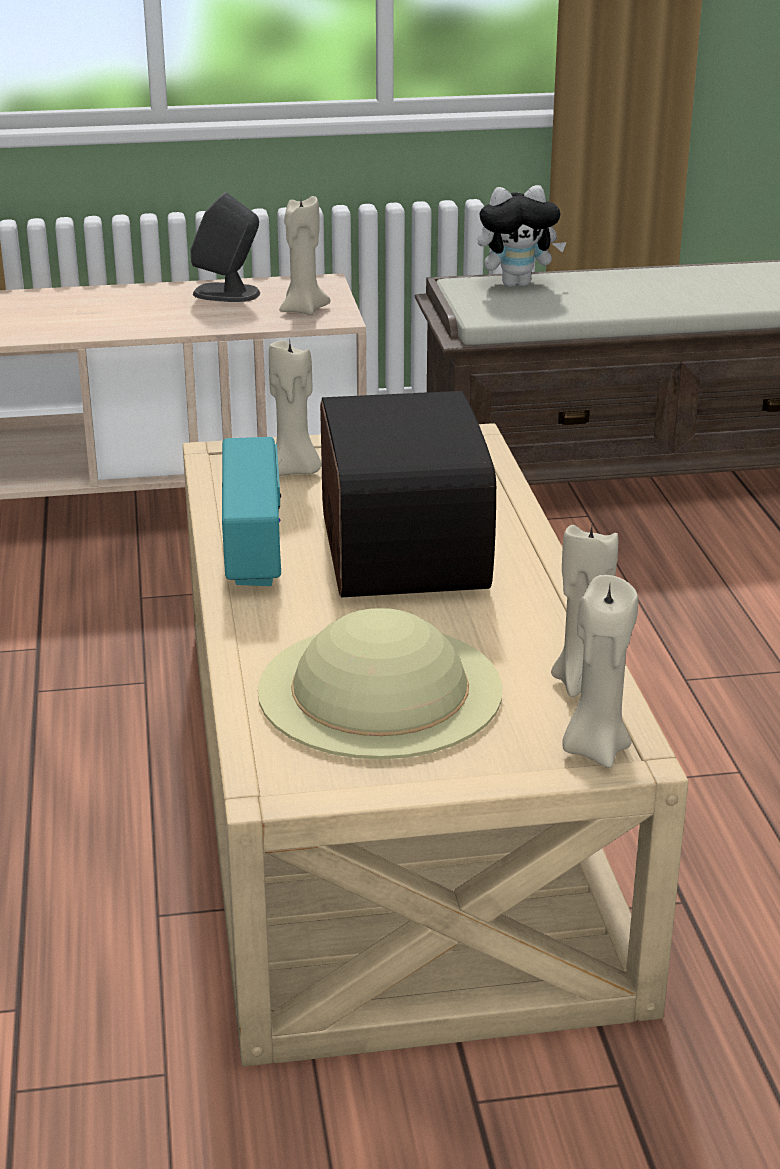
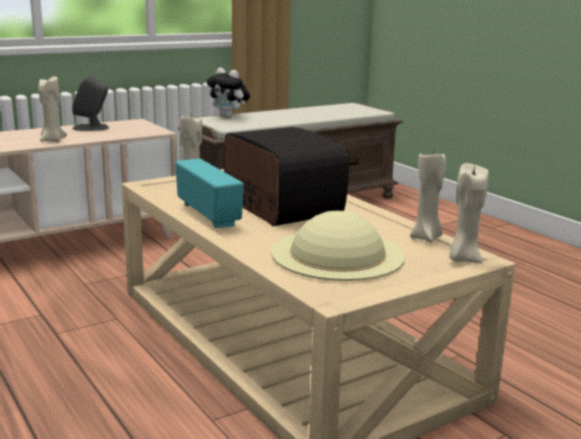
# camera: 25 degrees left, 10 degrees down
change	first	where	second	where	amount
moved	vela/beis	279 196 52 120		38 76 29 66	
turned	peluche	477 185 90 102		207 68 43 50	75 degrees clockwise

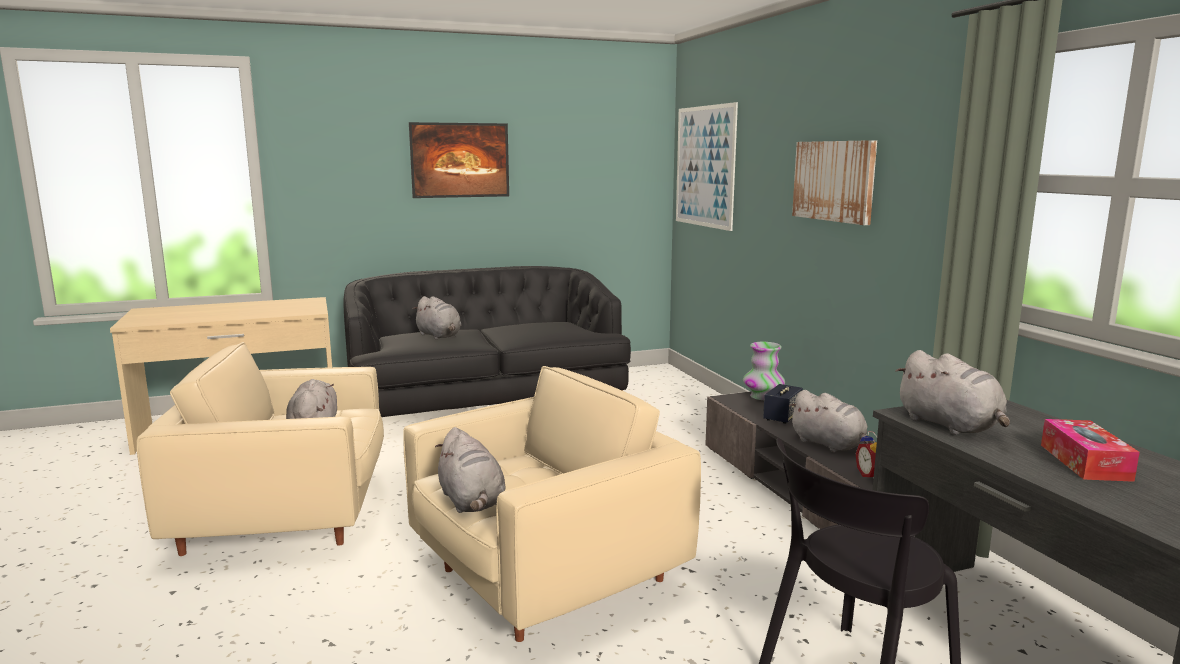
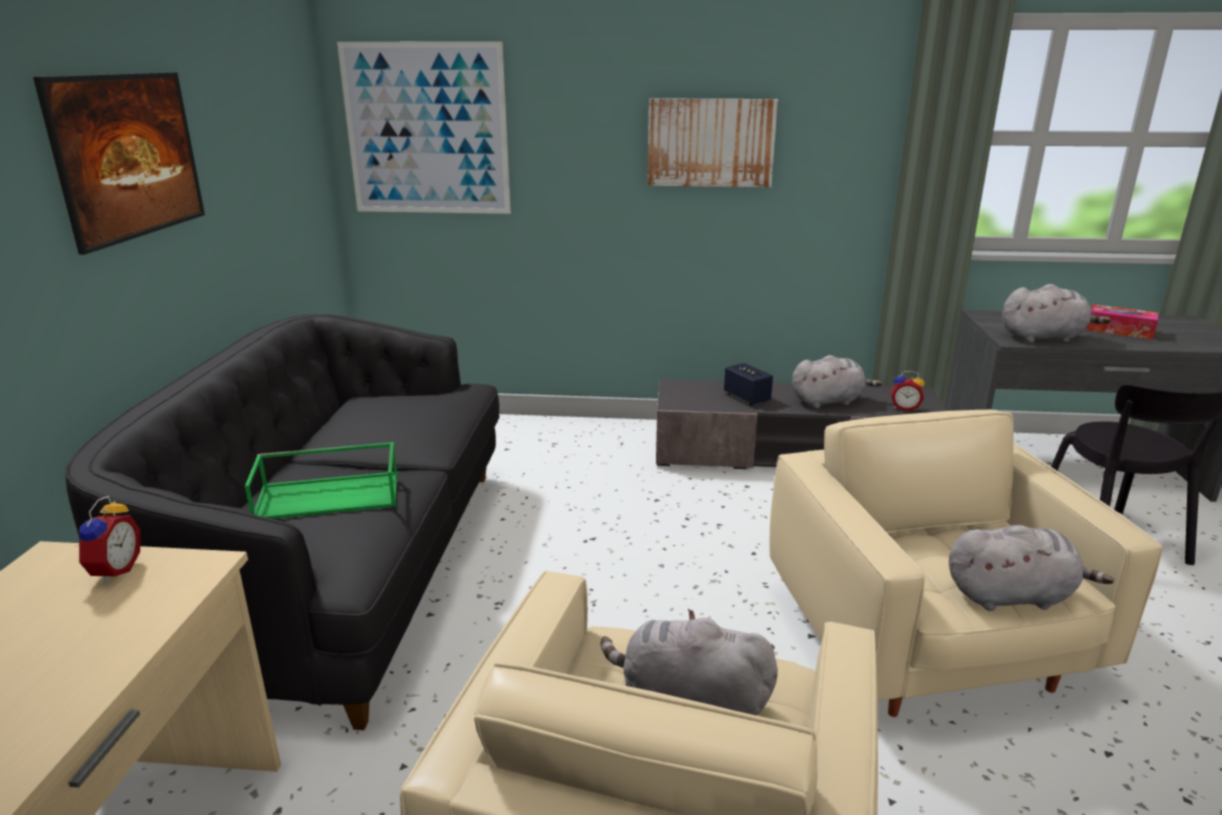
# camera: 65 degrees left, 10 degrees up
change	first	where	second	where	amount
removed	florero	743 342 42 58			
added			despertador	79 496 61 87	
replaced	peluche/gris	413 296 48 43	bandeja/verde	245 442 153 77	

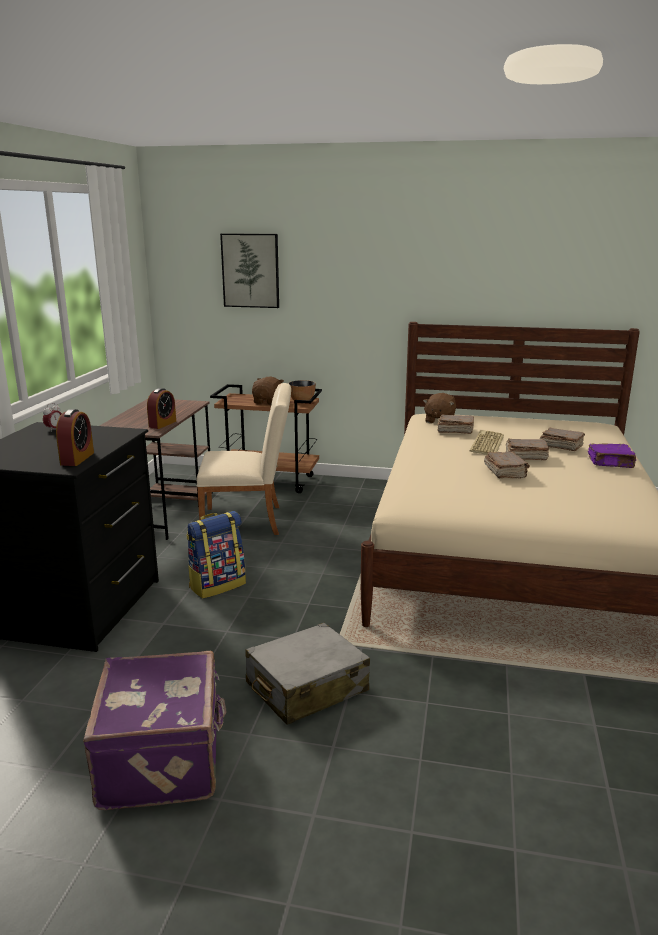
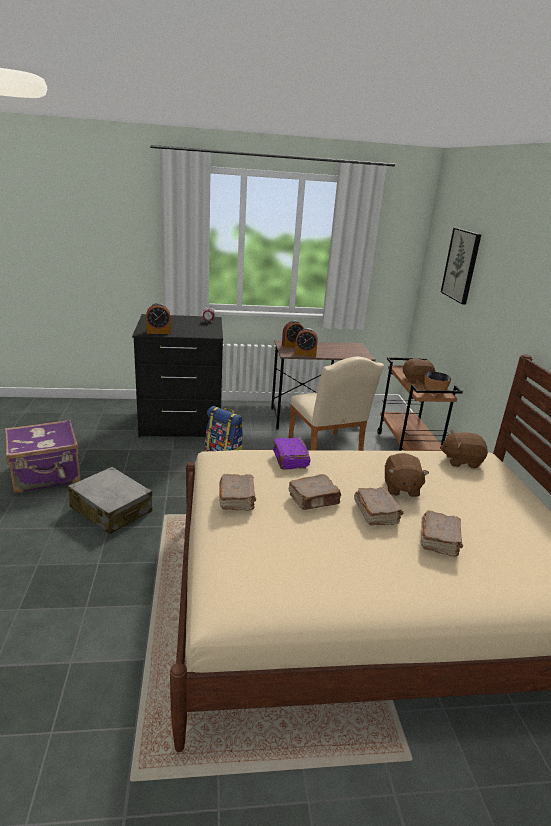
# camera: 70 degrees right, 5 degrees up
change	first	where	second	where	amount
added			despertador	282 320 22 28	
moved	libro/marrón	438 414 36 20		219 474 37 37	
moved	libro/morado	588 443 48 25		272 438 39 32	
replaced	teclado	470 430 34 25	peluche/marrón	385 453 44 44	

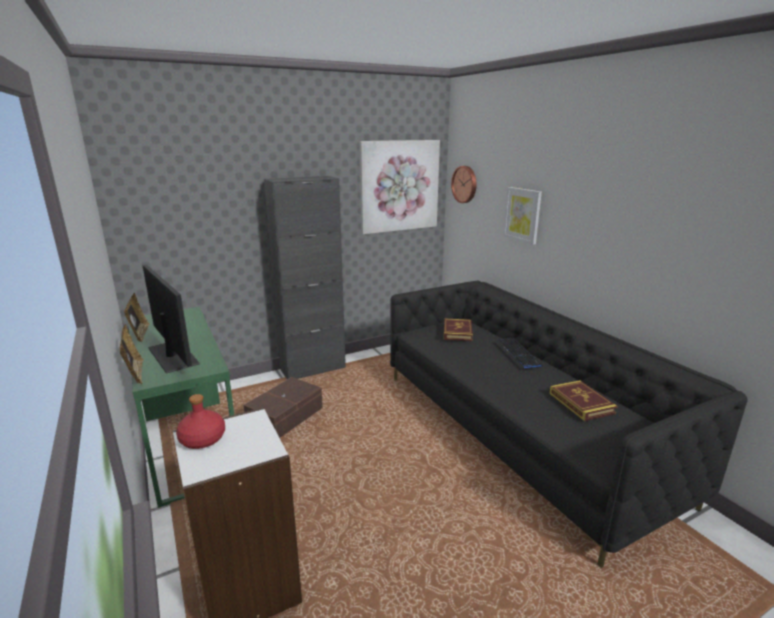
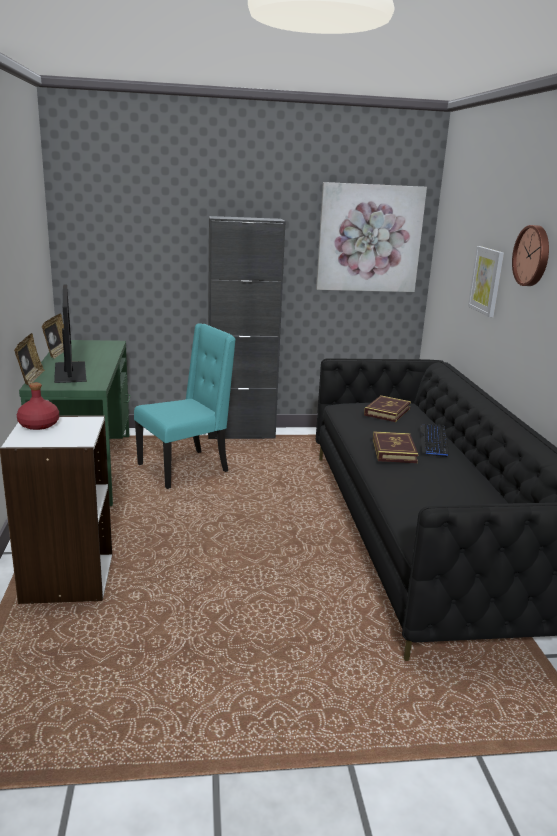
# camera: 20 degrees right, 0 degrees up
change	first	where	second	where	amount
moved	reloj de pared	451 166 26 37		512 225 37 61	
moved	libro	549 380 68 41		373 431 46 32	
replaced	caja de almacenaje/marrón	243 377 80 61	silla/turquesa	134 323 102 166	

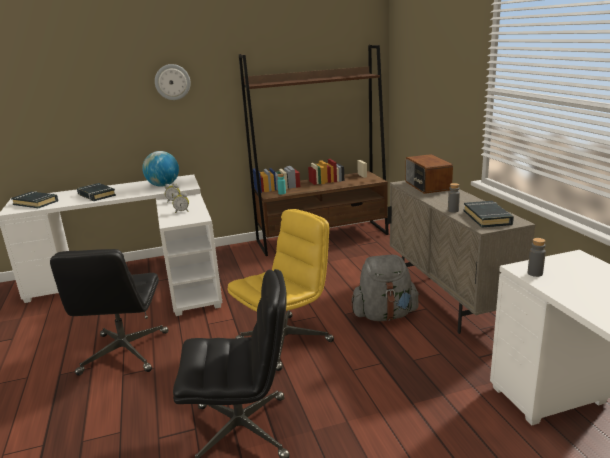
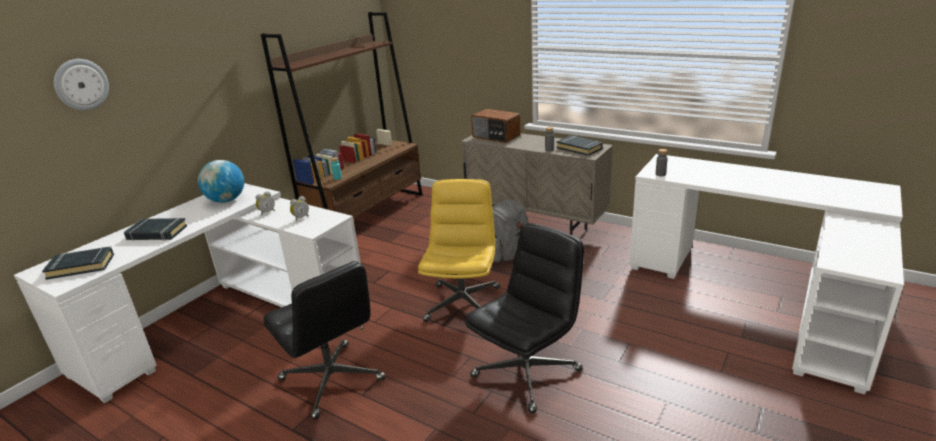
# camera: 40 degrees left, 5 degrees up
change	first	where	second	where	amount
moved	reloj de pared	155 64 36 36		54 59 55 51	

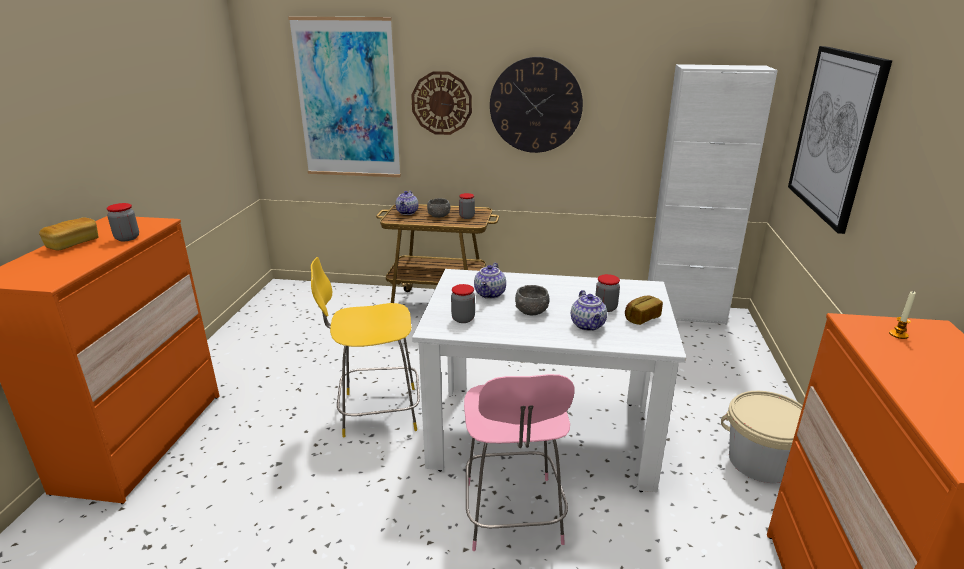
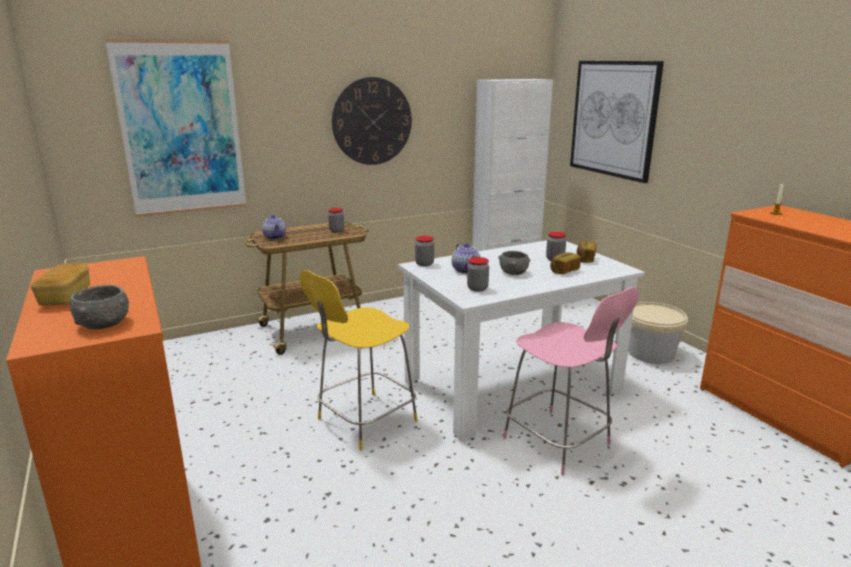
# camera: 35 degrees left, 5 degrees down
change	first	where	second	where	amount
removed	reloj de pared	411 71 61 64			
moved	tarro	106 203 33 38		415 236 19 30	
moved	cuenco/gris	427 198 23 20		70 285 59 44	
replaced	tetera	571 290 36 41	pan	550 252 31 22	

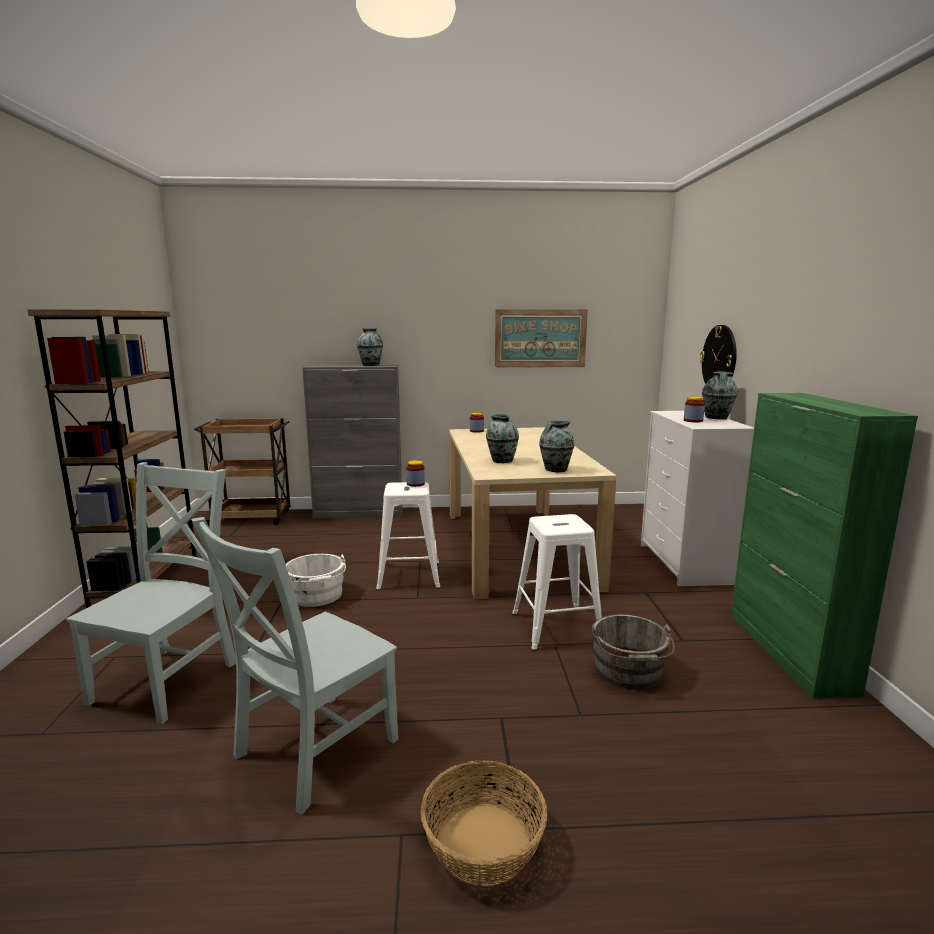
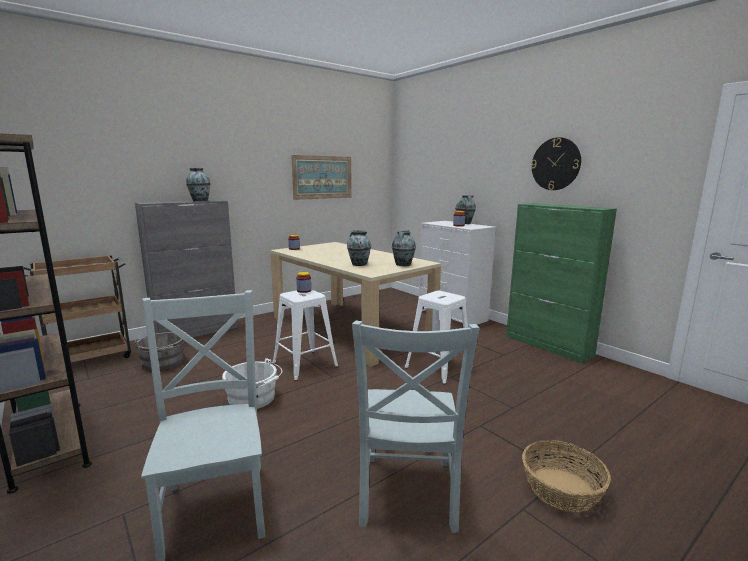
# camera: 35 degrees left, 0 degrees up
change	first	where	second	where	amount
moved	cubo/gris	592 614 83 75		134 332 51 38	
moved	reloj de pared	700 325 37 59		531 137 50 53	

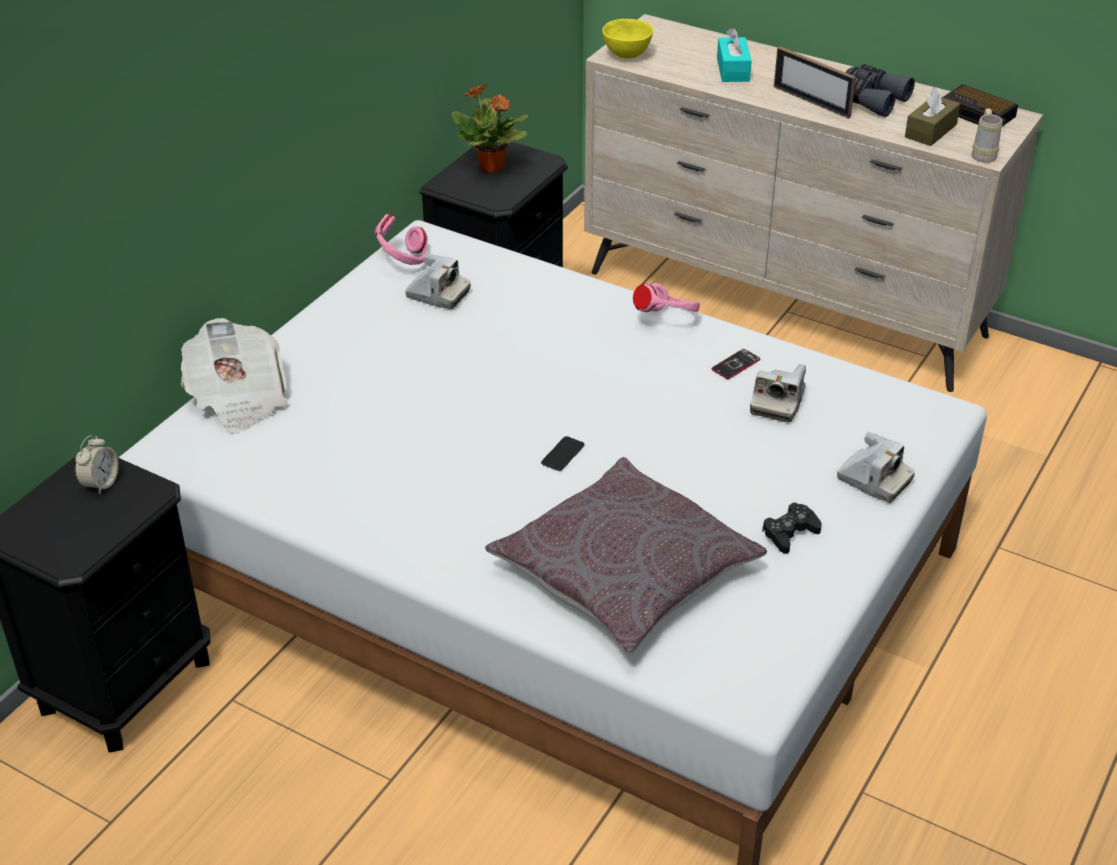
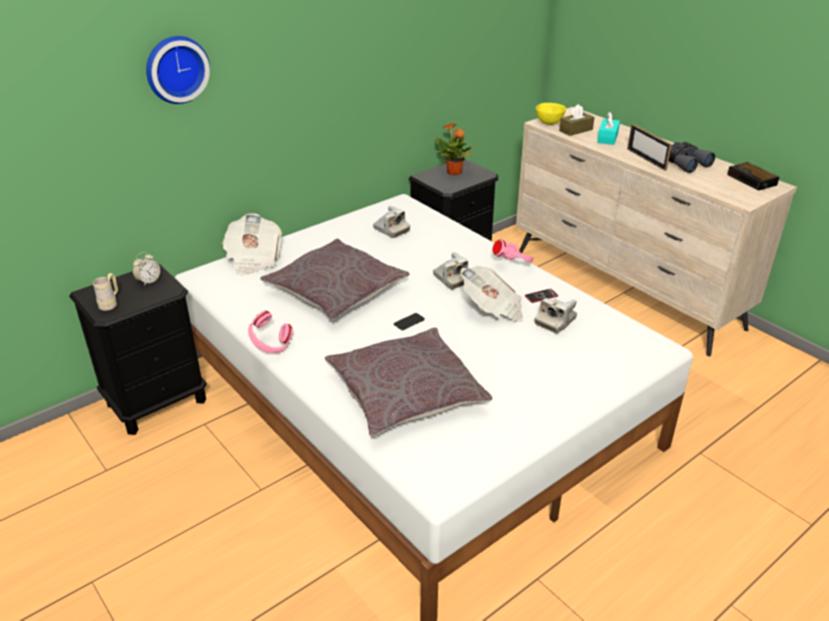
# camera: 20 degrees right, 5 degrees down
change	first	where	second	where	amount
removed	mando de consola/negro	762 503 60 51			
added			reloj de pared	146 36 64 68	
added			cojín/gris	260 239 150 81	
added			periódico	460 266 63 56	
moved	auriculares/rosa	374 214 53 51		248 311 45 42	
moved	cámara	837 432 78 71		433 252 35 37	
moved	caja de pañuelos/marrón	905 87 55 59		559 104 36 32	
moved	taza grande/beis	972 108 30 55		93 273 25 38	

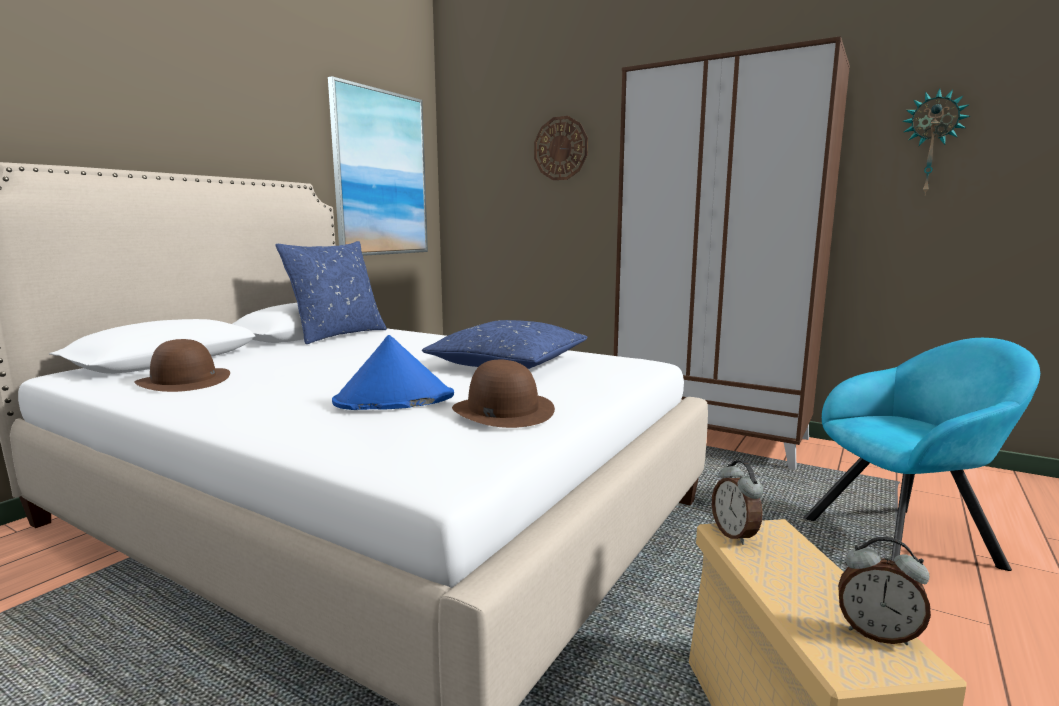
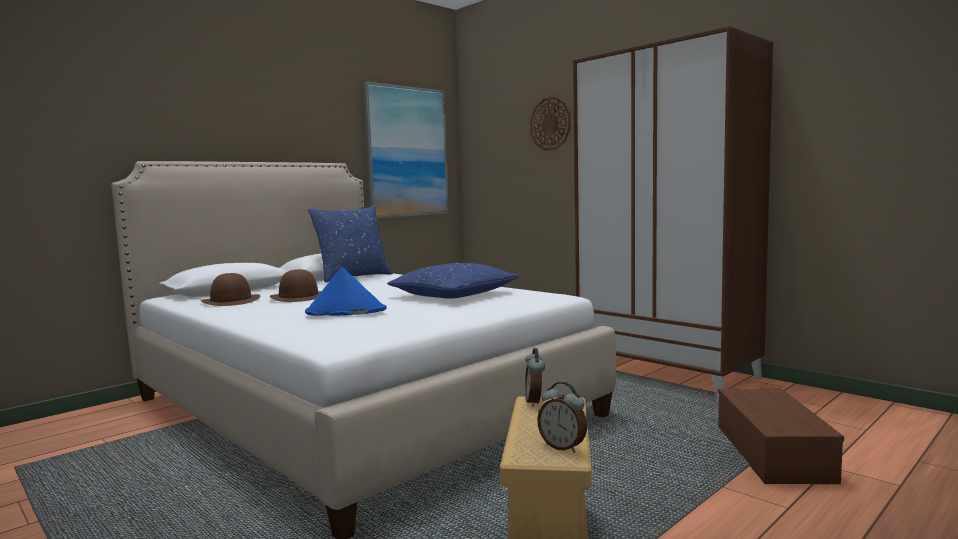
# camera: 15 degrees right, 5 degrees down
change	first	where	second	where	amount
removed	reloj de pared	902 88 68 106			
moved	sombrero/marrón	452 360 103 68		270 269 51 33	
replaced	sillón/turquesa	803 338 237 233	caja de almacenaje/marrón	718 388 126 96	

